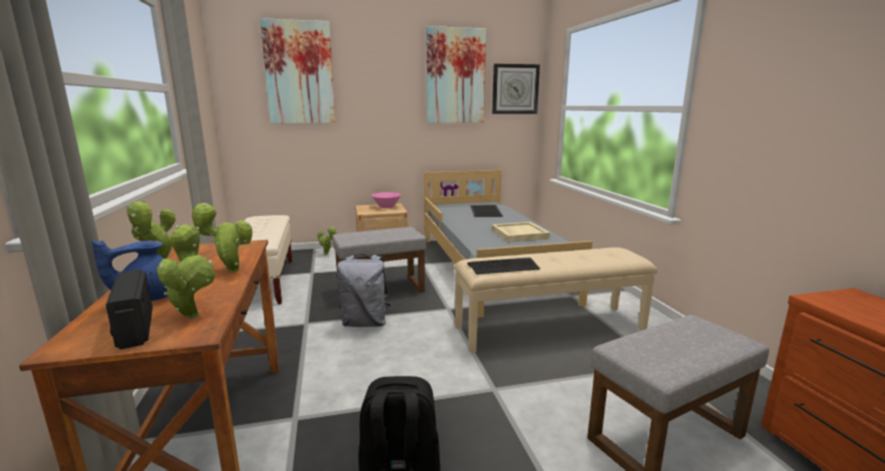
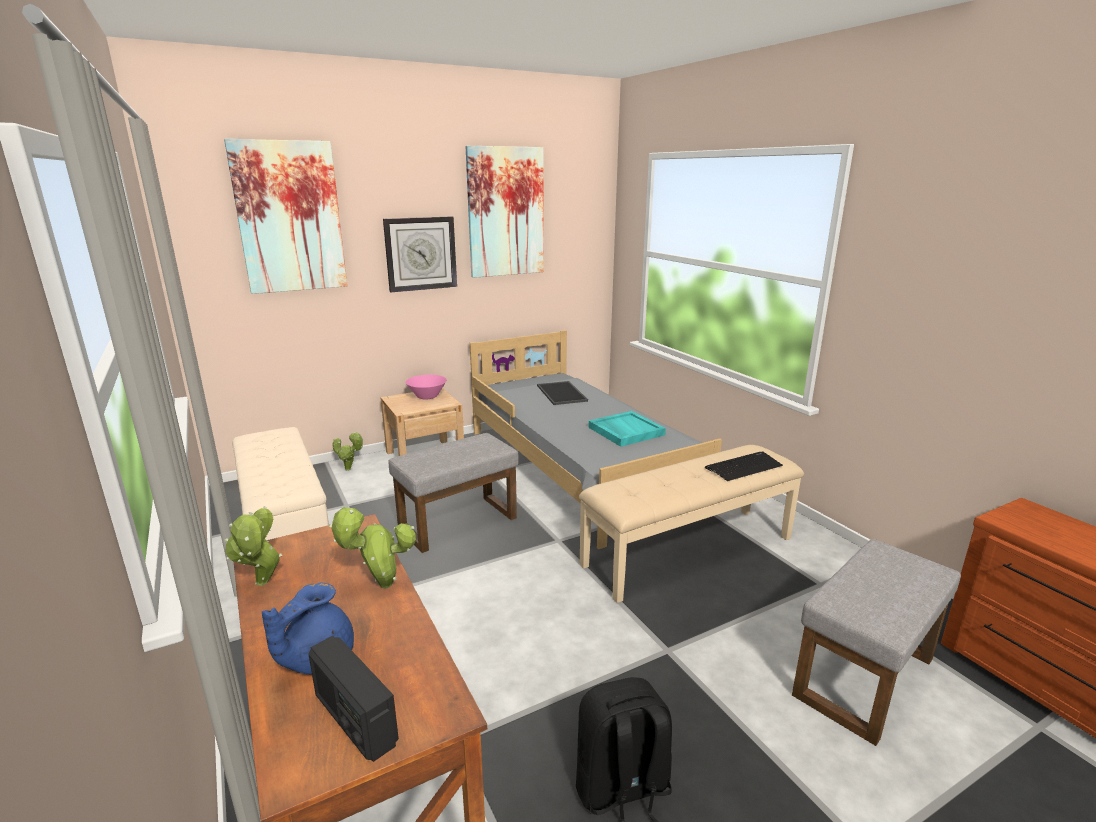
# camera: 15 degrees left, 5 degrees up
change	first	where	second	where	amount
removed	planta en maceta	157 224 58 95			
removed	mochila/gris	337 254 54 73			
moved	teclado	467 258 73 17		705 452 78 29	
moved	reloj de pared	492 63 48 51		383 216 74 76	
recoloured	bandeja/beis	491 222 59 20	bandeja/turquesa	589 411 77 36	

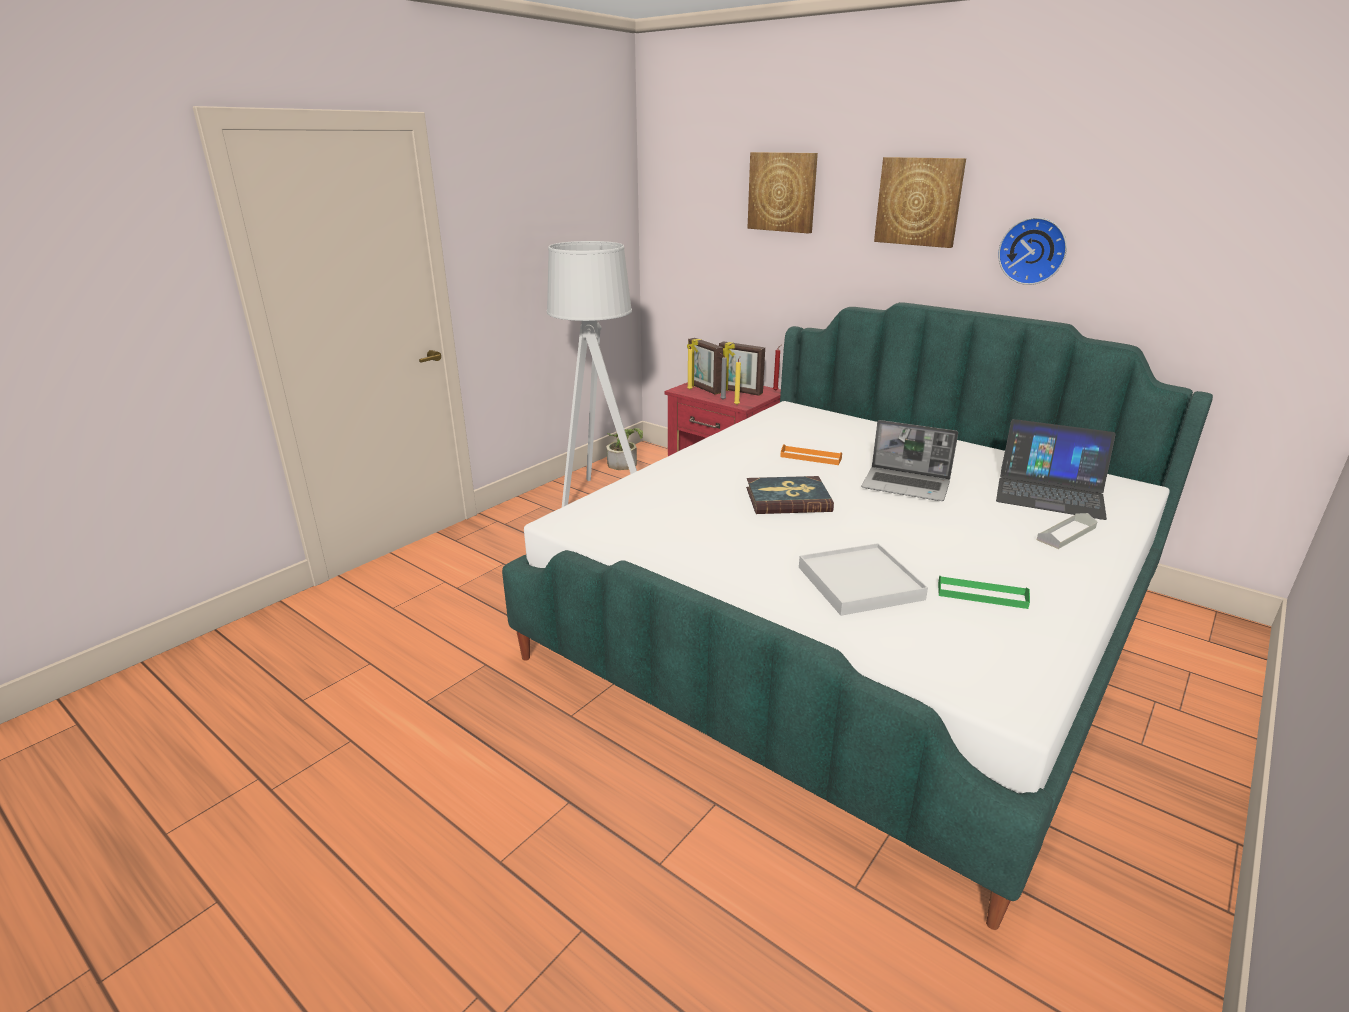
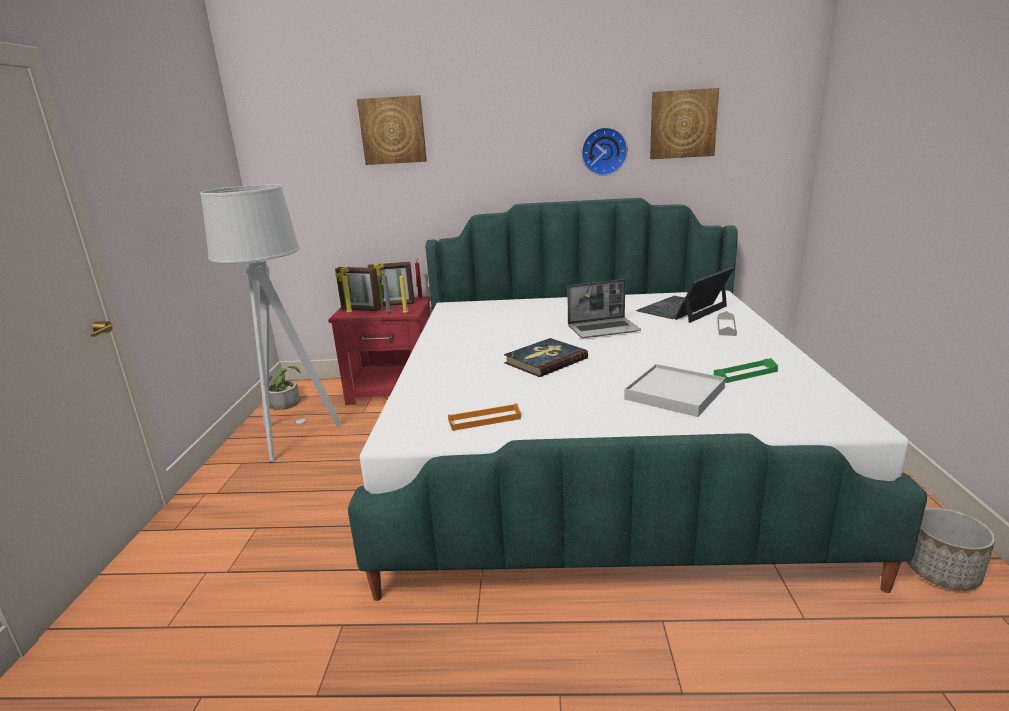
# camera: 35 degrees left, 5 degrees down
change	first	where	second	where	amount
added			maceta	907 508 88 82	
moved	bandeja/naranja	780 444 62 21		448 403 73 28	
moved	cuadro	874 157 92 91		650 88 69 71	
turned	portátil	996 419 120 101		636 267 98 56	150 degrees clockwise

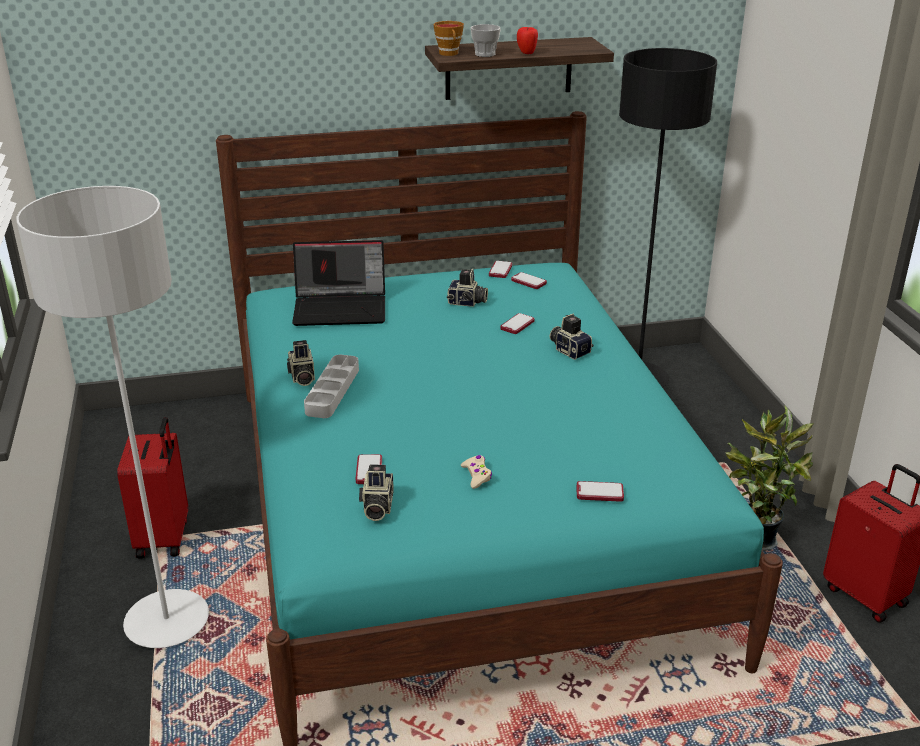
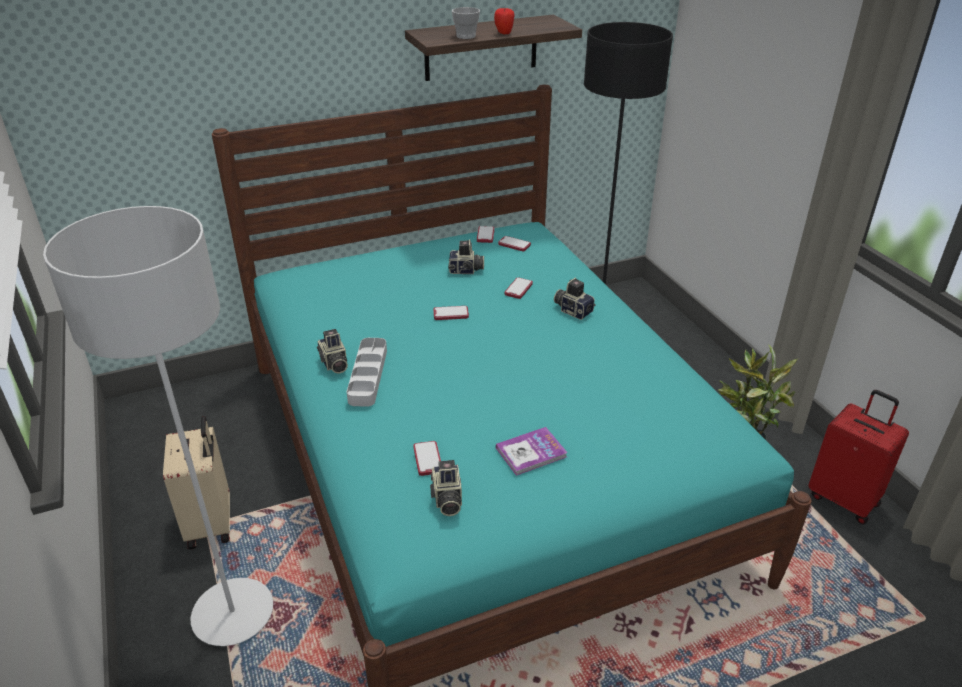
# camera: 10 degrees left, 5 degrees up
change	first	where	second	where	amount
removed	portátil	292 240 93 86			
removed	taza	434 21 30 35			
moved	móvil	577 481 47 20		433 306 36 14	
replaced	mando de consola/beis	461 455 31 34	libro	496 427 72 49	
recoloured	maleta/rojo	117 417 71 142	maleta/beis	163 416 67 134	

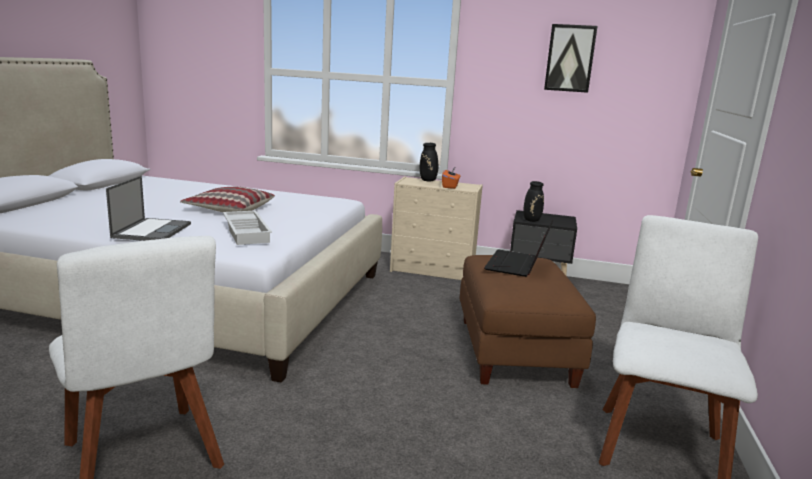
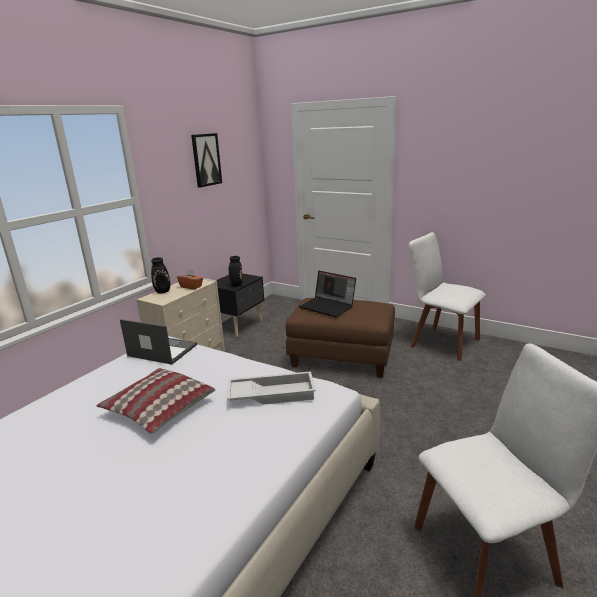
# camera: 70 degrees left, 5 degrees up
change	first	where	second	where	amount
moved	portátil	106 176 85 65		120 319 77 46	

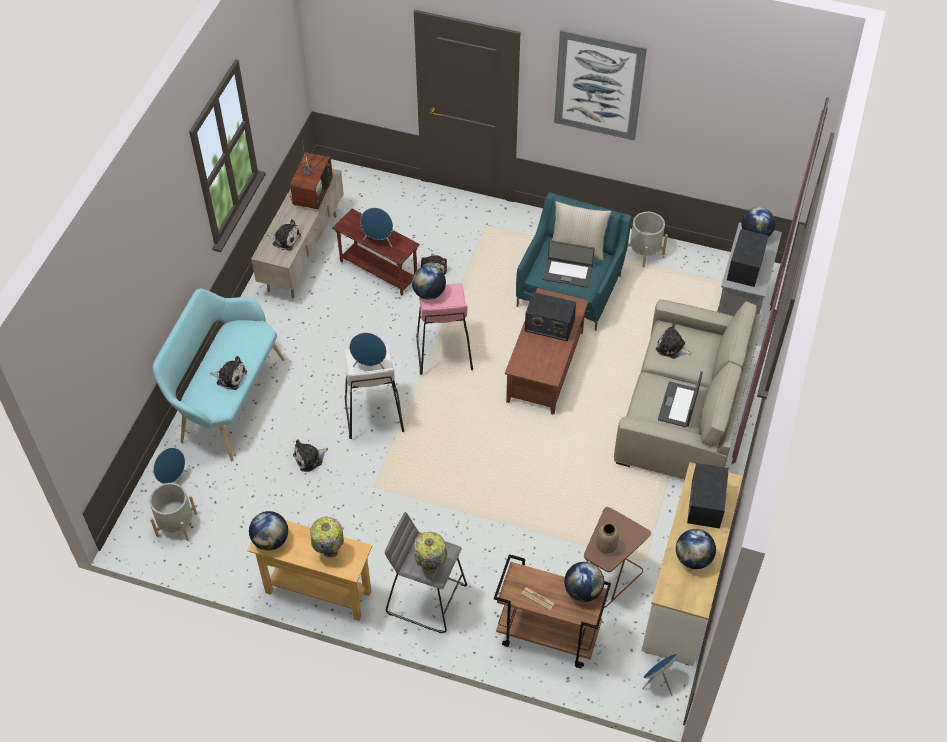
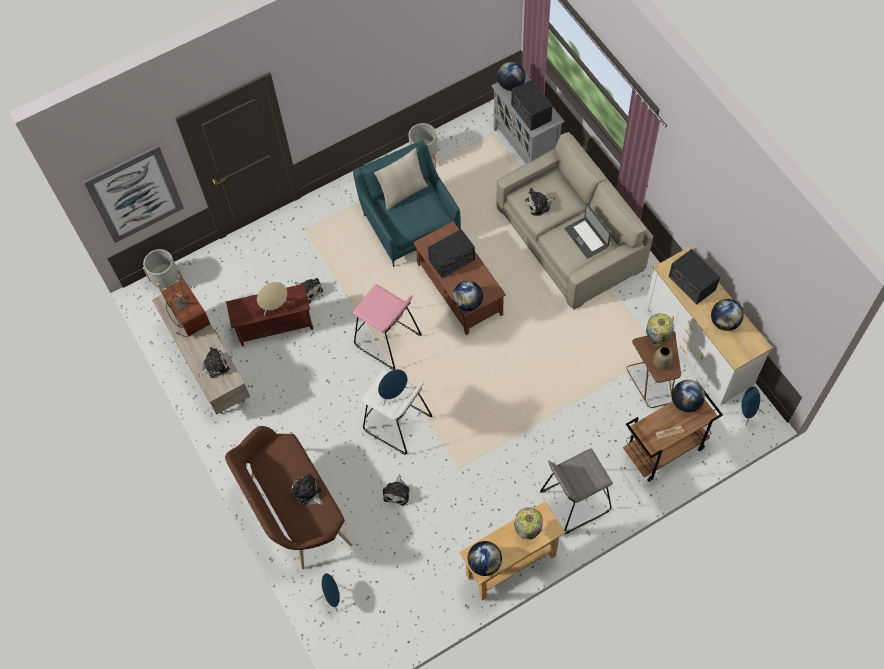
# camera: 45 degrees left, 10 degrees up
change	first	where	second	where	amount
removed	portátil	543 240 52 47			
moved	maceta/gris	149 483 48 58		143 249 42 45	
moved	globo terráqueo	412 265 34 35		453 281 30 30	
moved	lámpara de mesa	414 532 33 43		646 313 28 34	
moved	cuadro	554 30 93 111		83 145 101 98	
recoloured	banco/turquesa	153 288 132 173	banco/marrón	225 426 128 144	
recoloured	altavoz/azul	360 208 33 39	altavoz/beis	257 282 33 34	
turned	peluche	210 356 37 34		291 474 32 31	105 degrees counterclockwise

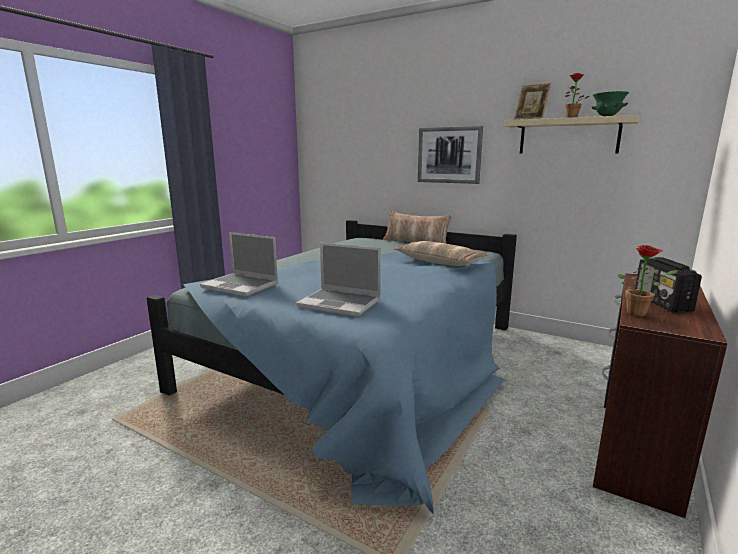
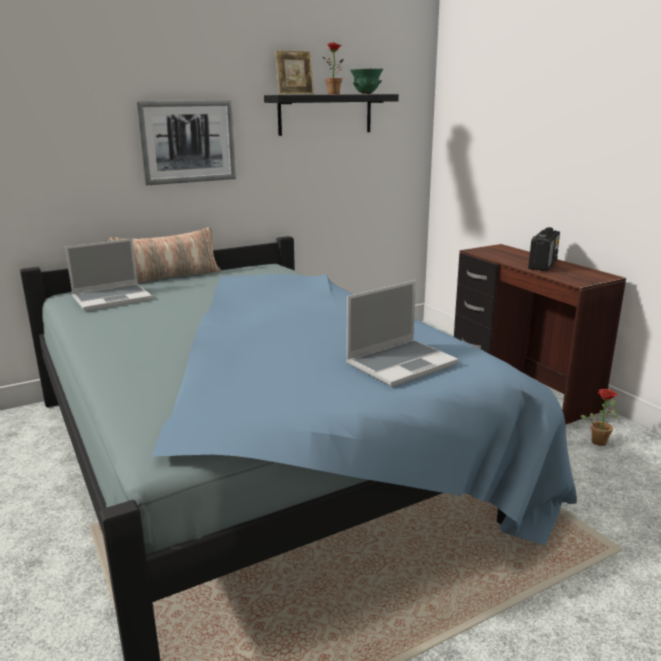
# camera: 60 degrees left, 5 degrees up
change	first	where	second	where	amount
removed	cojín	394 241 93 25			
moved	portátil	200 232 78 64		65 239 87 72	
moved	planta en maceta	618 245 60 72		581 389 38 57	
recoloured	estante/beis	504 115 135 39	estante/negro	264 94 135 42	
turned	radio	635 257 67 55		528 227 32 44	90 degrees counterclockwise

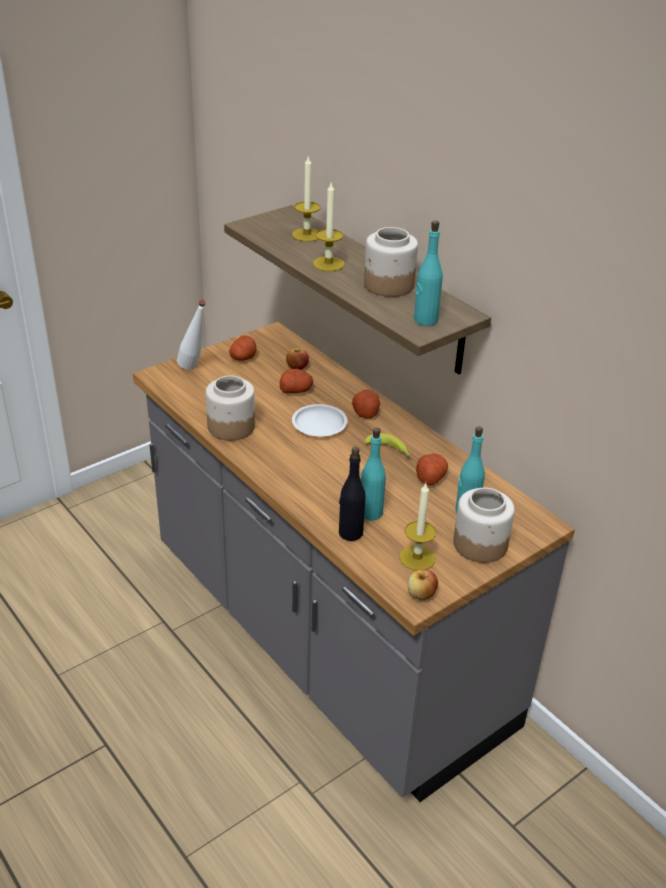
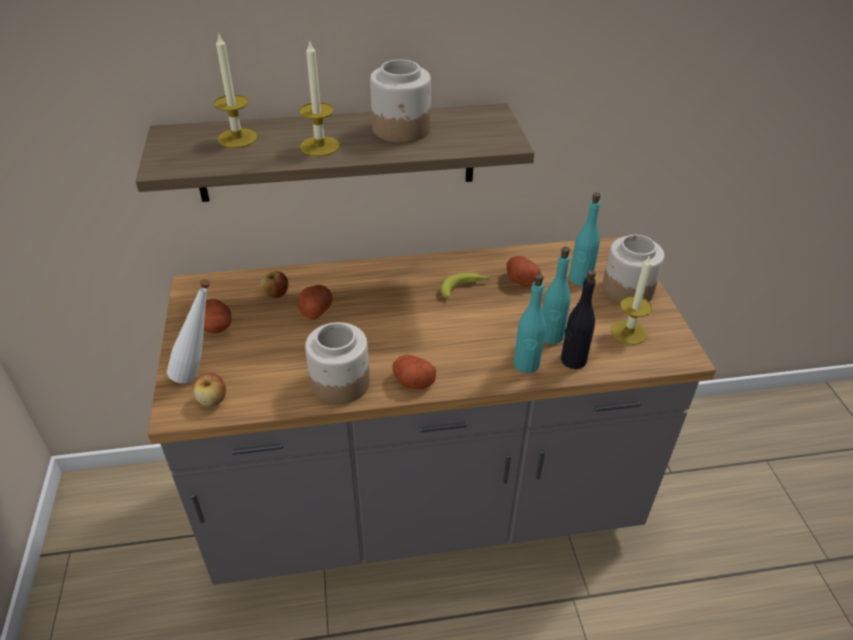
# camera: 60 degrees left, 5 degrees up
change	first	where	second	where	amount
removed	plato/blanco	292 404 55 32			
moved	patata	352 390 28 29		392 355 44 35	
moved	manzana	408 569 30 31		193 373 33 34	
moved	botella/turquesa	414 221 29 105		514 274 32 99	

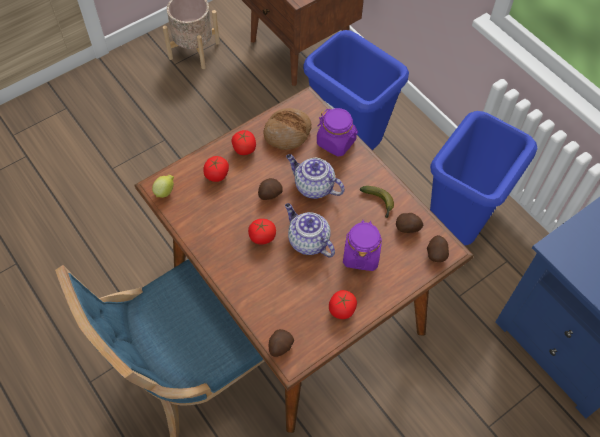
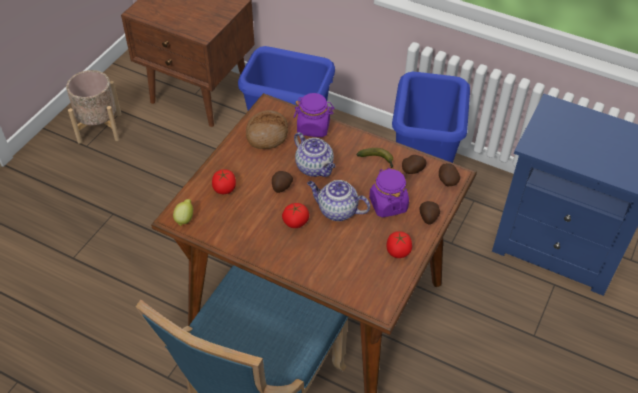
# camera: 25 degrees left, 10 degrees down
change	first	where	second	where	amount
removed	tomate	231 130 25 25			
moved	patata	269 329 25 28		419 201 21 24	
turned	tetera	286 154 59 45		294 132 42 45	135 degrees counterclockwise

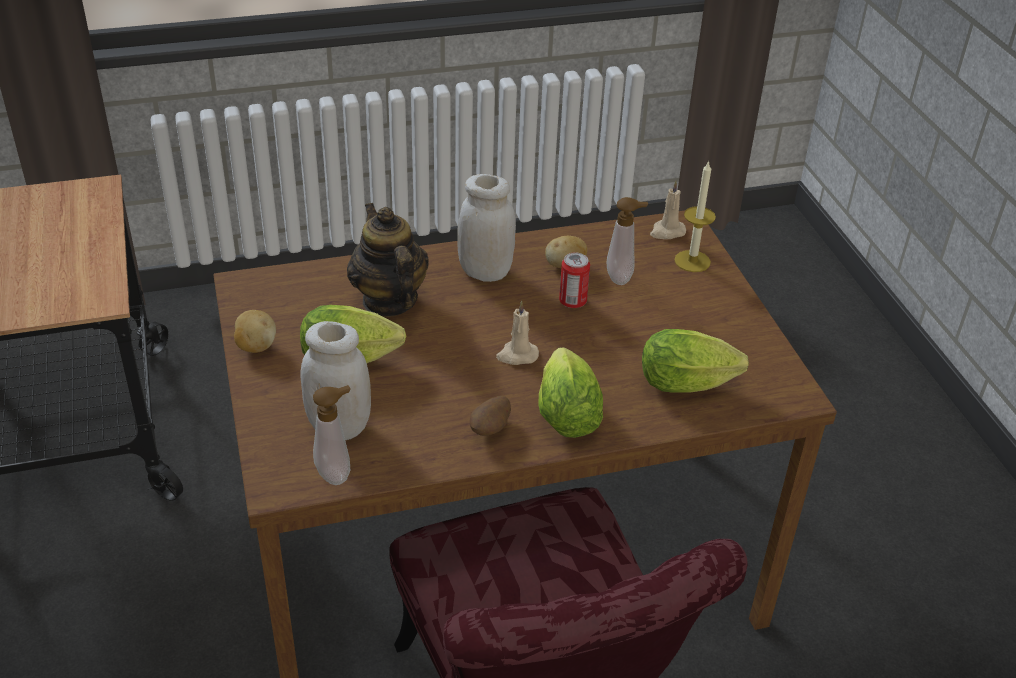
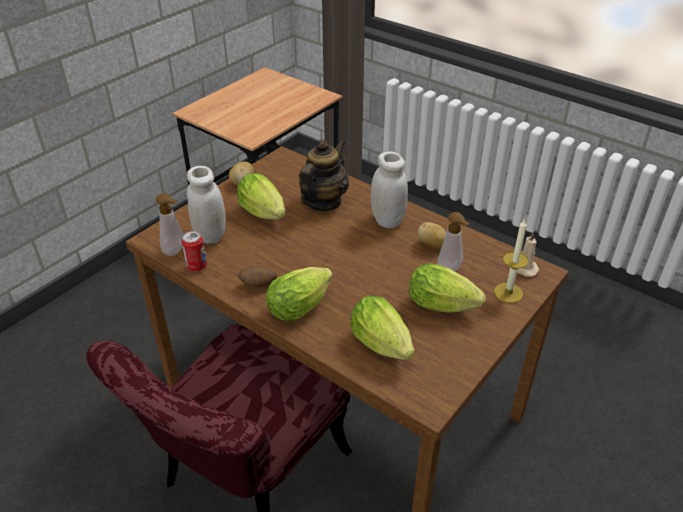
# camera: 55 degrees right, 0 degrees up
change	first	where	second	where	amount
removed	vela/beis	496 301 43 64			
added			lechuga	409 263 76 50	
moved	lata	559 252 31 56		182 231 25 40	

